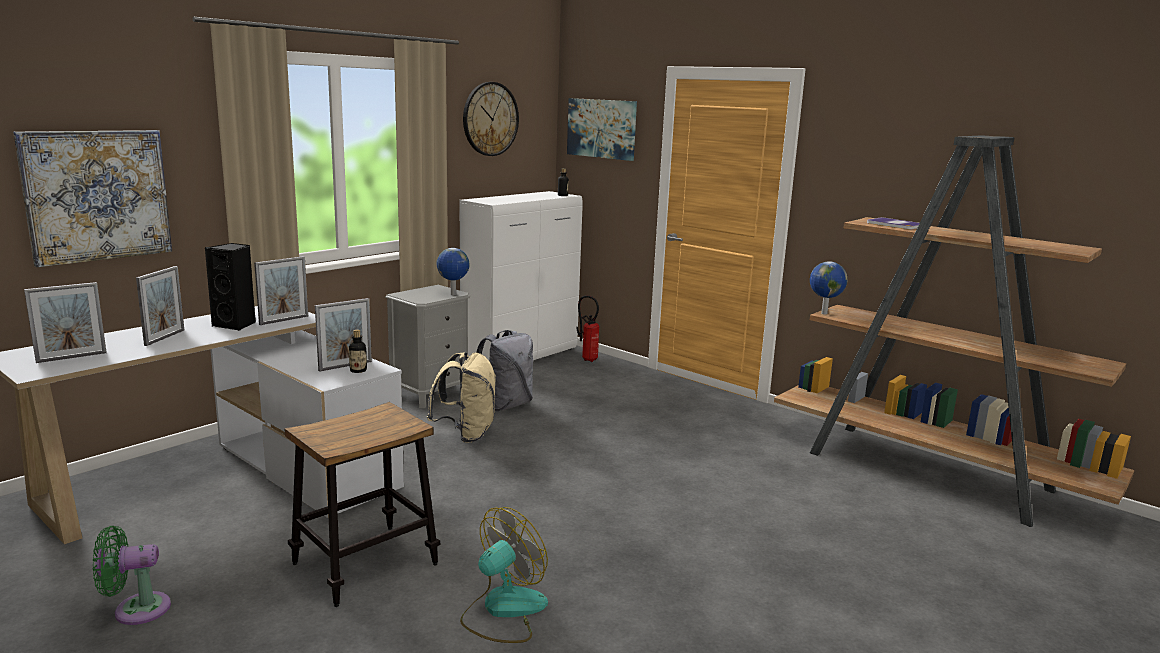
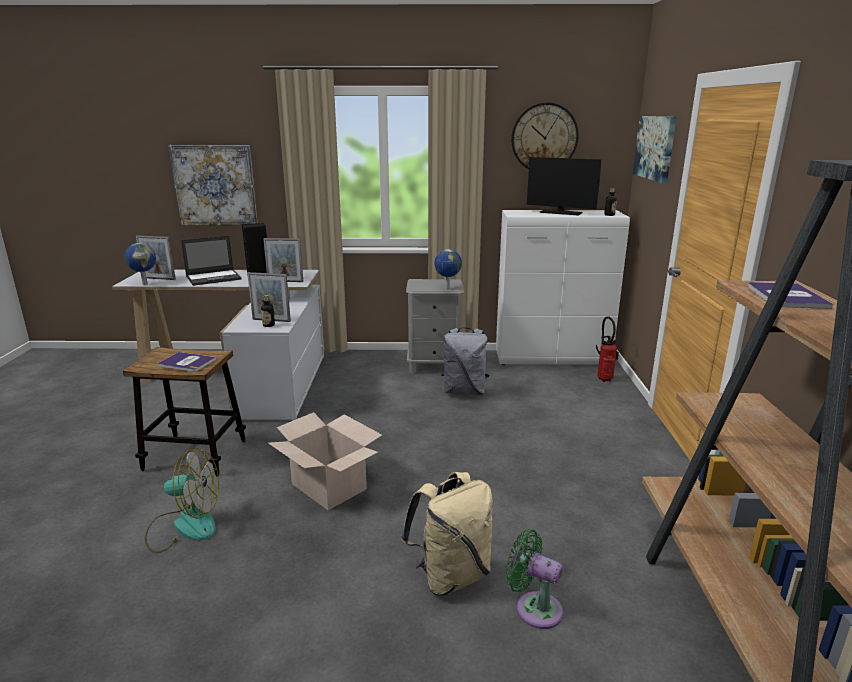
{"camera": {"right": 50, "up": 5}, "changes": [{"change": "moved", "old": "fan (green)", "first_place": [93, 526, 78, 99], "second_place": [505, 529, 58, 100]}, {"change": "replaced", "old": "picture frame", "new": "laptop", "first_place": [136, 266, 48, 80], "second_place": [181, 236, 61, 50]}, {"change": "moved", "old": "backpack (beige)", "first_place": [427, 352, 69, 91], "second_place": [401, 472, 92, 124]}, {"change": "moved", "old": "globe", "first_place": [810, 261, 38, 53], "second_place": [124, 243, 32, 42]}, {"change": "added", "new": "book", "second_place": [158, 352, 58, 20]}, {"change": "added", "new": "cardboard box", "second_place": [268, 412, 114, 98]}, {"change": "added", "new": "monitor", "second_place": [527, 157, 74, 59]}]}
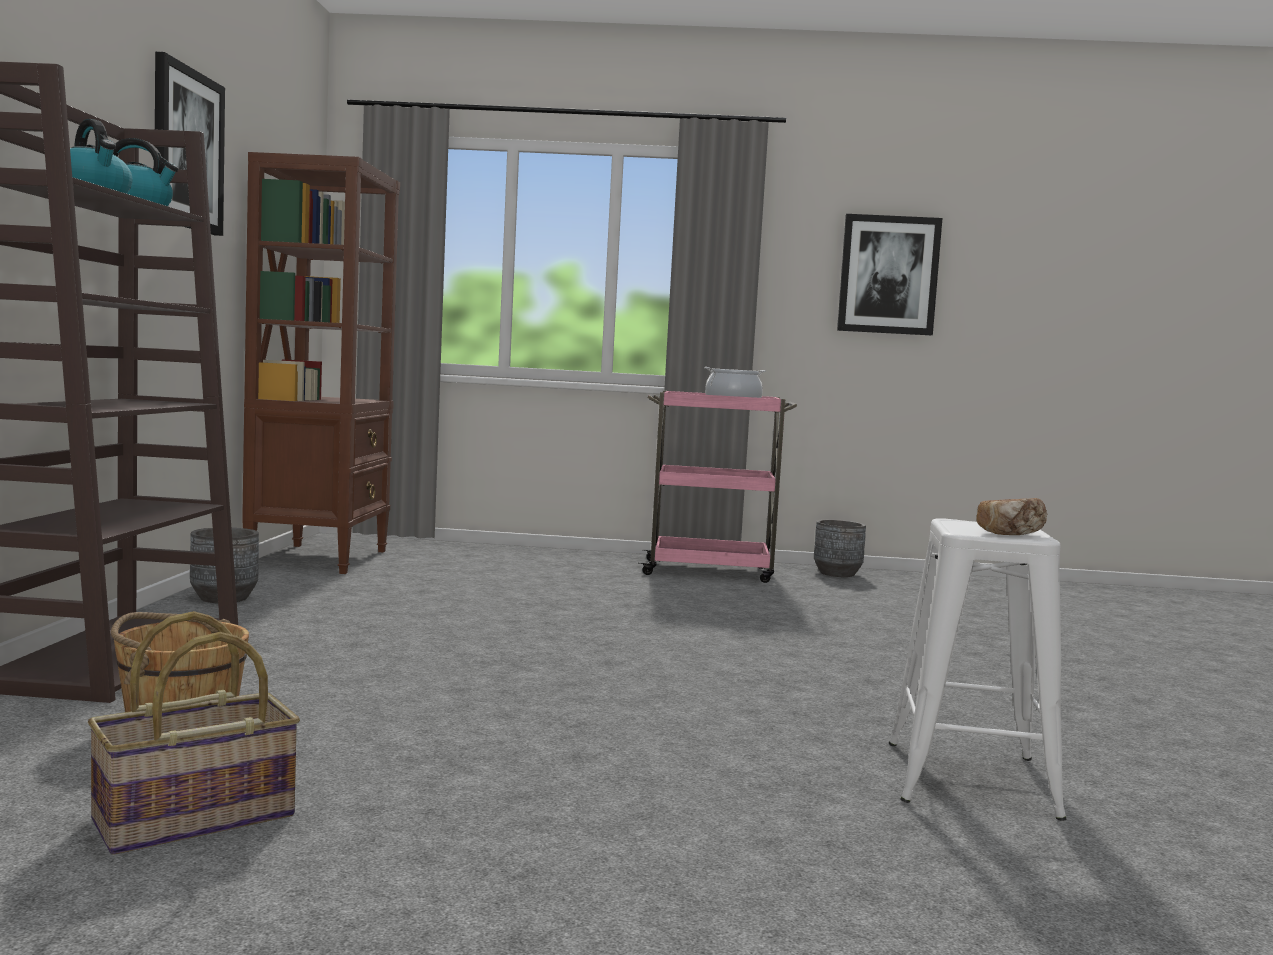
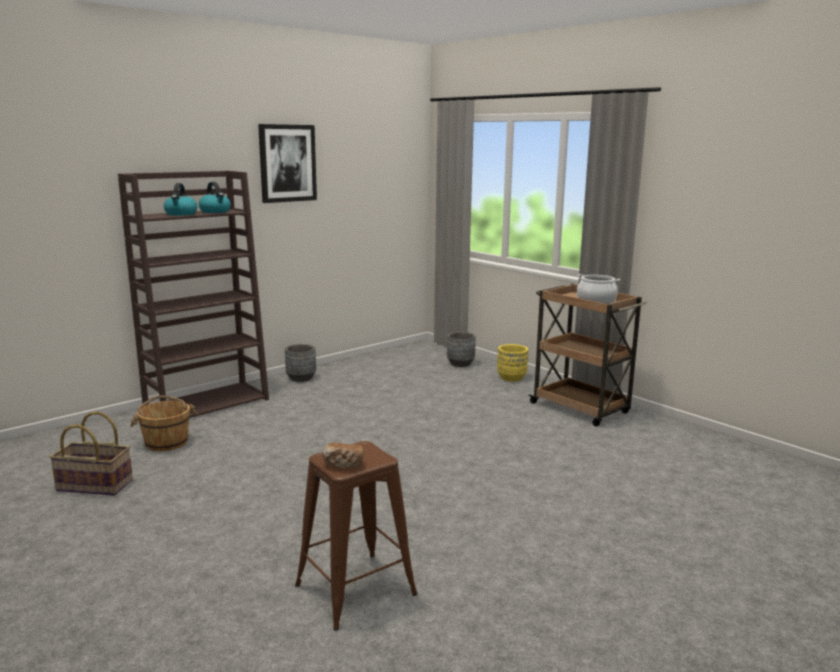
{"camera": {"right": 45, "up": 10}, "changes": [{"change": "removed", "old": "bookcase (brown)", "first_place": [242, 152, 158, 422]}, {"change": "recoloured", "old": "cart (pink)", "new": "cart (brown)", "first_place": [638, 391, 159, 192], "second_place": [529, 284, 118, 142]}, {"change": "moved", "old": "planter (grey)", "first_place": [814, 519, 52, 58], "second_place": [447, 332, 29, 35]}, {"change": "removed", "old": "picture", "first_place": [837, 214, 105, 121]}, {"change": "recoloured", "old": "stool (white)", "new": "stool (brown)", "first_place": [889, 518, 177, 303], "second_place": [295, 441, 123, 190]}, {"change": "added", "new": "planter (yellow)", "second_place": [497, 344, 31, 38]}]}
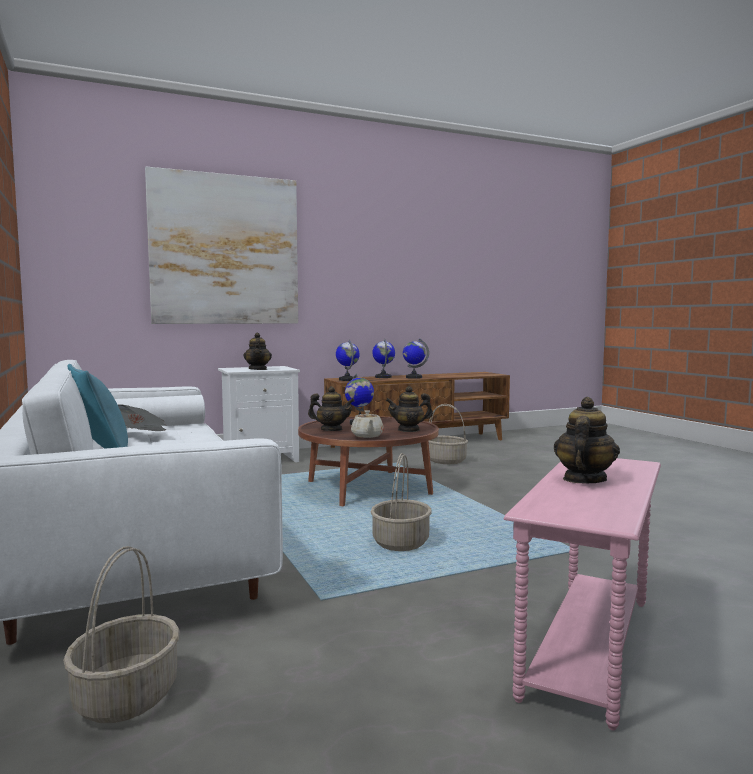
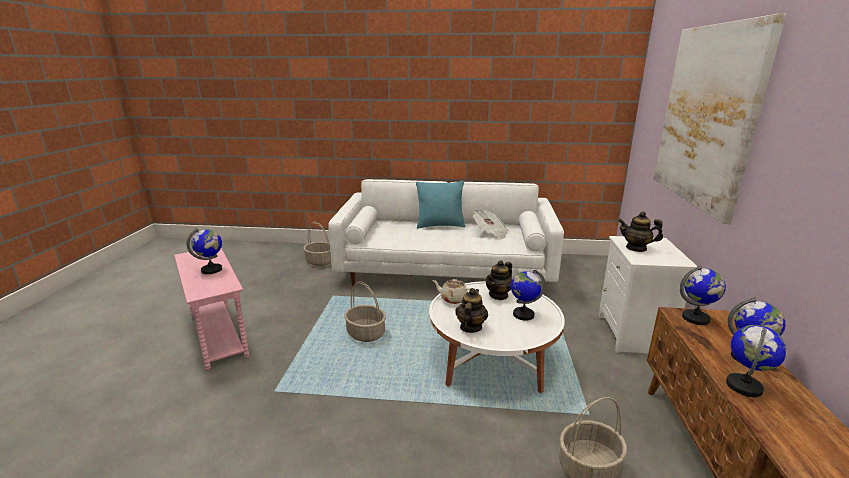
{"camera": {"right": 120, "up": 15}, "changes": [{"change": "recoloured", "old": "coffee table (brown)", "new": "coffee table (white)", "first_place": [298, 416, 141, 90], "second_place": [429, 281, 136, 112]}, {"change": "replaced", "old": "teapot", "new": "globe", "first_place": [554, 397, 66, 86], "second_place": [186, 228, 36, 46]}]}
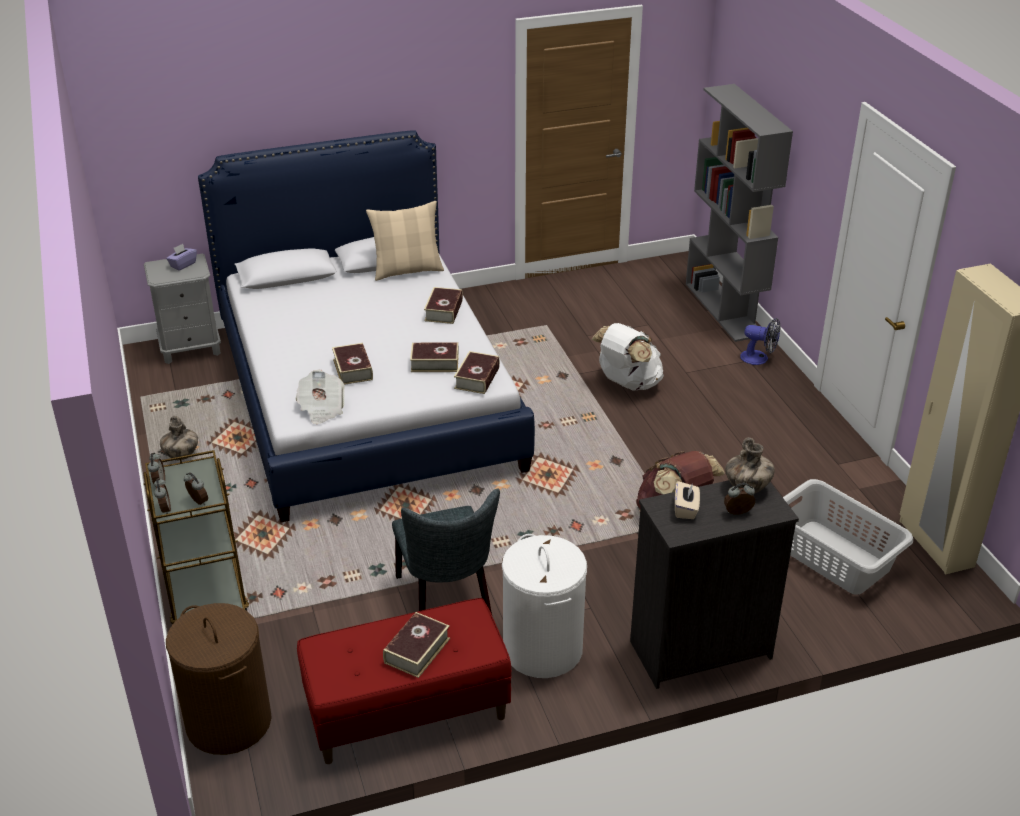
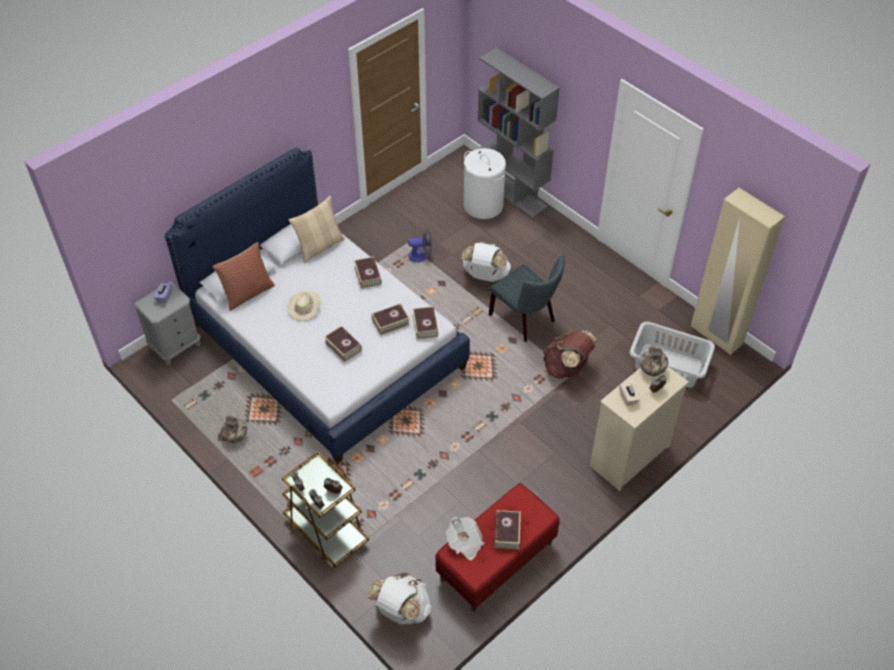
{"camera": {"right": -25, "up": 15}, "changes": [{"change": "replaced", "old": "laundry basket (brown)", "new": "backpack (white)", "first_place": [166, 603, 106, 152], "second_place": [367, 573, 65, 51]}, {"change": "moved", "old": "newspaper", "first_place": [296, 370, 49, 54], "second_place": [446, 517, 38, 43]}, {"change": "moved", "old": "chair (grey)", "first_place": [392, 488, 108, 126], "second_place": [489, 254, 76, 88]}, {"change": "moved", "old": "laundry basket (white)", "first_place": [502, 534, 85, 144], "second_place": [464, 148, 42, 71]}, {"change": "recoloured", "old": "dresser (black)", "new": "dresser (beige)", "first_place": [630, 480, 169, 209], "second_place": [590, 367, 99, 124]}, {"change": "moved", "old": "fan", "first_place": [740, 318, 40, 47], "second_place": [408, 229, 24, 34]}, {"change": "added", "new": "pillow", "second_place": [213, 242, 62, 69]}, {"change": "added", "new": "hat (beige)", "second_place": [287, 291, 34, 30]}]}
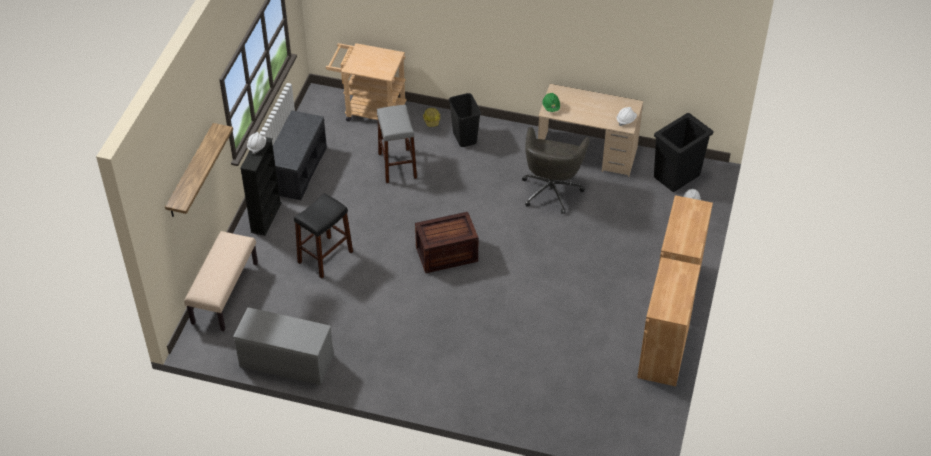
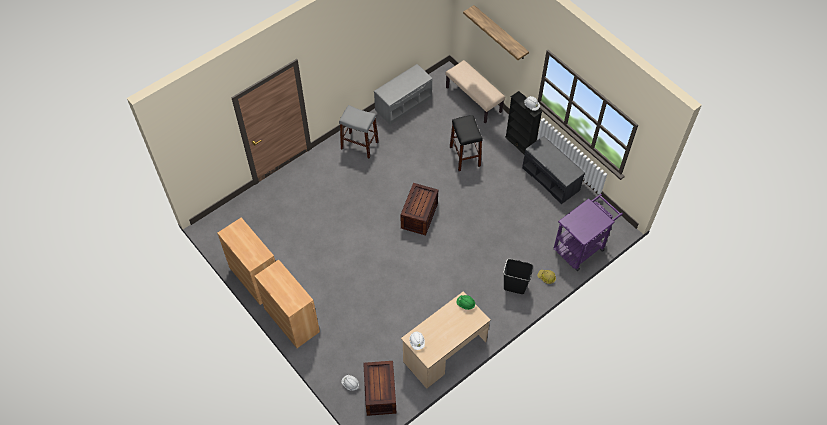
{"camera": {"right": 125, "up": 10}, "changes": [{"change": "recoloured", "old": "cart (beige)", "new": "cart (purple)", "first_place": [325, 43, 82, 79], "second_place": [553, 194, 70, 77]}, {"change": "moved", "old": "stool (grey)", "first_place": [377, 105, 40, 78], "second_place": [339, 105, 40, 54]}, {"change": "removed", "old": "office chair (grey)", "first_place": [522, 127, 68, 87]}, {"change": "replaced", "old": "trash can (black)", "new": "crate", "first_place": [654, 113, 59, 80], "second_place": [363, 361, 33, 55]}]}
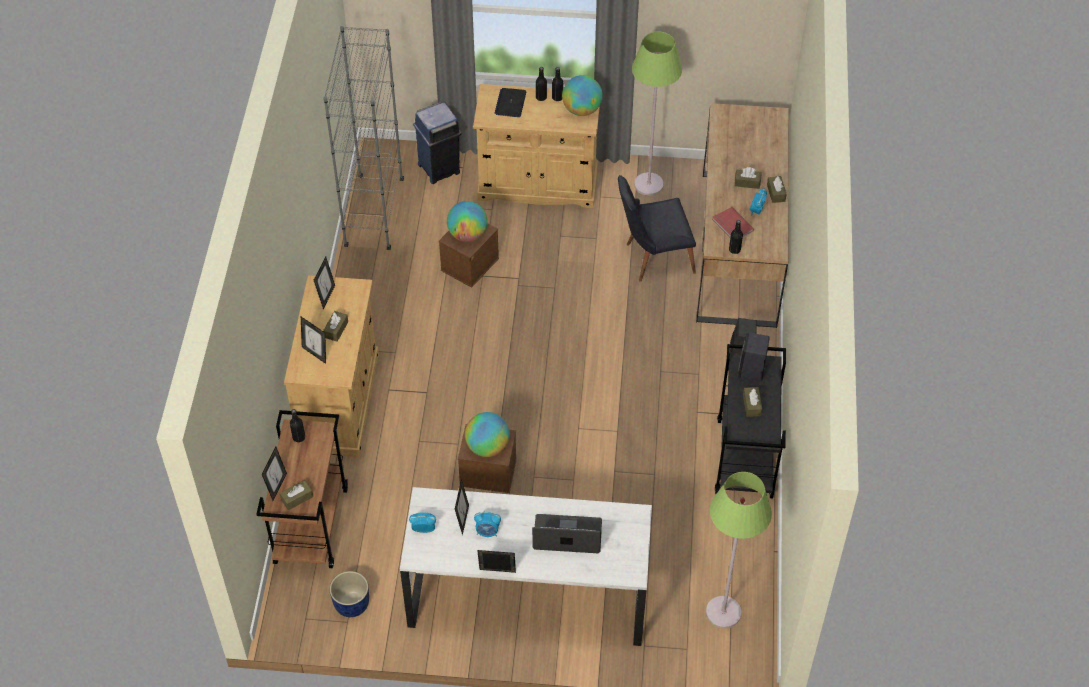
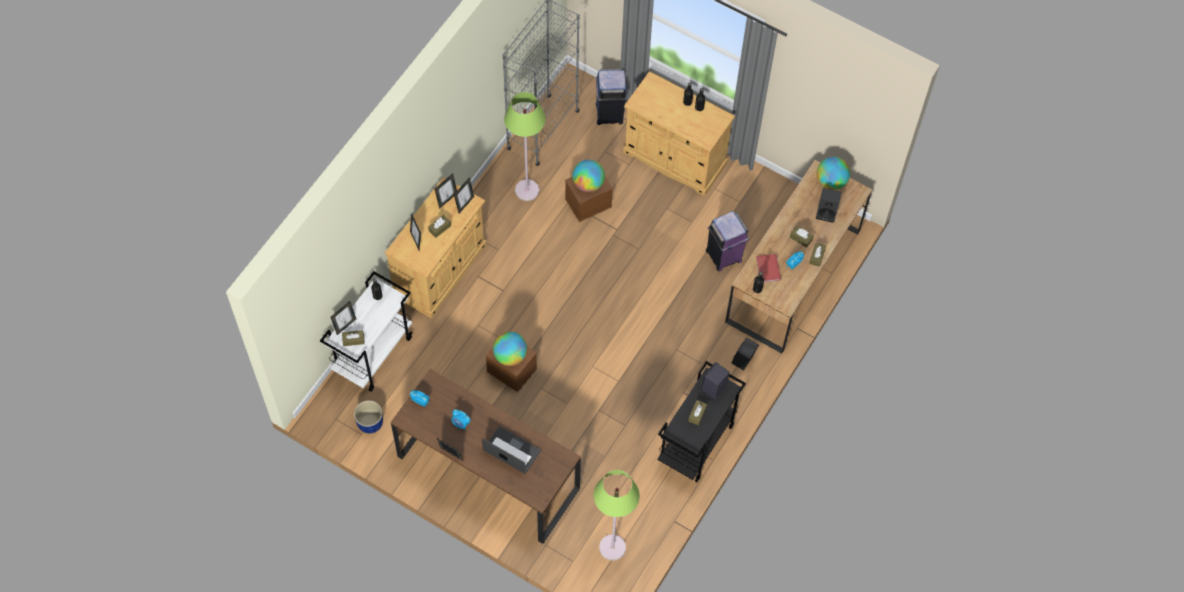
{"camera": {"right": 25, "up": 10}, "changes": [{"change": "recoloured", "old": "cart (brown)", "new": "cart (white)", "first_place": [256, 410, 92, 158], "second_place": [320, 271, 93, 121]}, {"change": "recoloured", "old": "desk (white)", "new": "desk (brown)", "first_place": [400, 487, 252, 159], "second_place": [391, 368, 190, 176]}, {"change": "moved", "old": "picture frame", "first_place": [455, 479, 14, 57], "second_place": [454, 177, 20, 36]}, {"change": "removed", "old": "laptop", "first_place": [495, 88, 31, 29]}, {"change": "moved", "old": "globe", "first_place": [562, 75, 41, 41], "second_place": [817, 157, 33, 33]}, {"change": "replaced", "old": "chair (black)", "new": "trash can (purple)", "first_place": [618, 175, 78, 107], "second_place": [706, 211, 43, 61]}, {"change": "moved", "old": "floor lamp (green)", "first_place": [632, 31, 50, 165], "second_place": [504, 92, 42, 109]}, {"change": "added", "new": "speaker (black)", "second_place": [816, 188, 25, 35]}]}
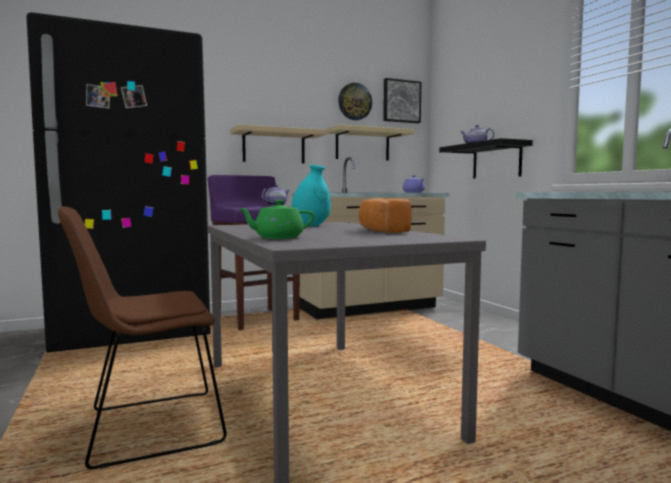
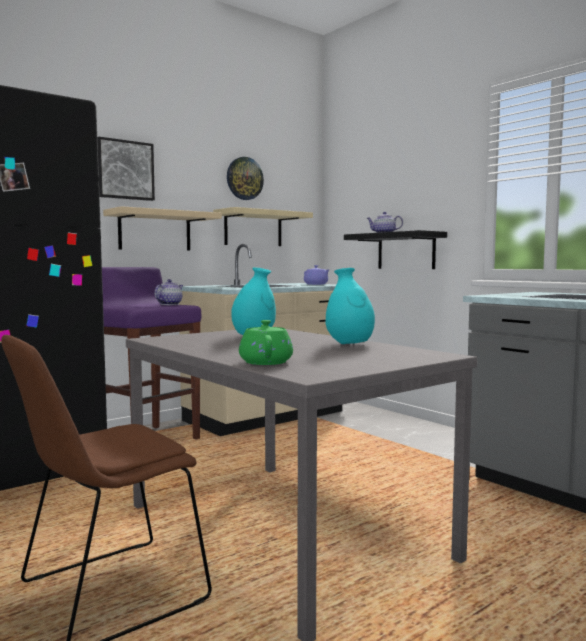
{"camera": {"right": -15, "up": 0}, "changes": [{"change": "turned", "old": "teapot (green)", "first_place": [237, 200, 77, 39], "second_place": [239, 320, 54, 45], "degrees": 120}, {"change": "replaced", "old": "bread", "new": "vase (turquoise)", "first_place": [359, 198, 53, 35], "second_place": [325, 268, 50, 76]}, {"change": "moved", "old": "picture", "first_place": [383, 78, 38, 45], "second_place": [97, 137, 58, 64]}]}
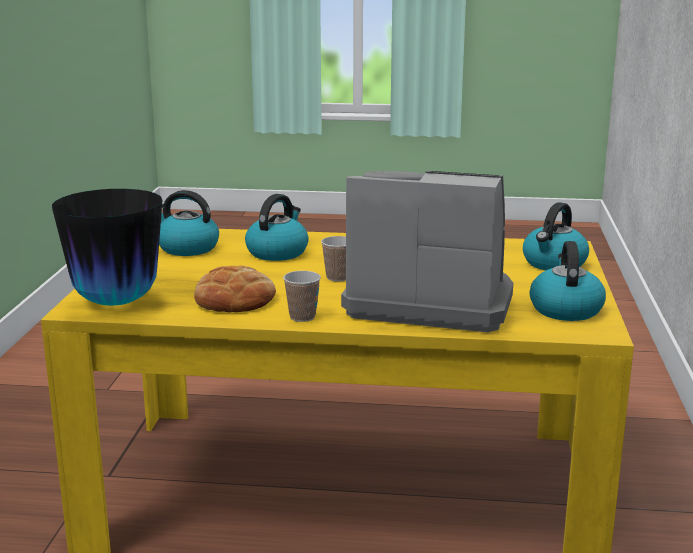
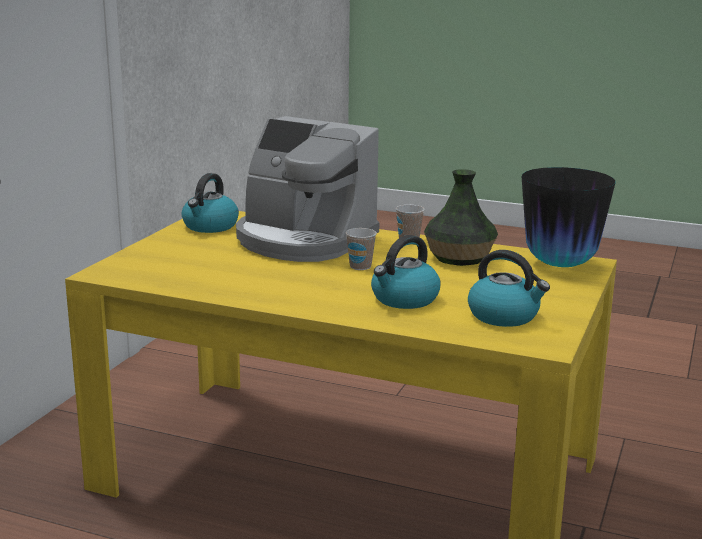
{"camera": {"right": -165, "up": 0}, "changes": [{"change": "replaced", "old": "bread", "new": "vase", "first_place": [194, 266, 82, 46], "second_place": [424, 169, 74, 97]}, {"change": "removed", "old": "kettle", "first_place": [523, 202, 66, 68]}]}
